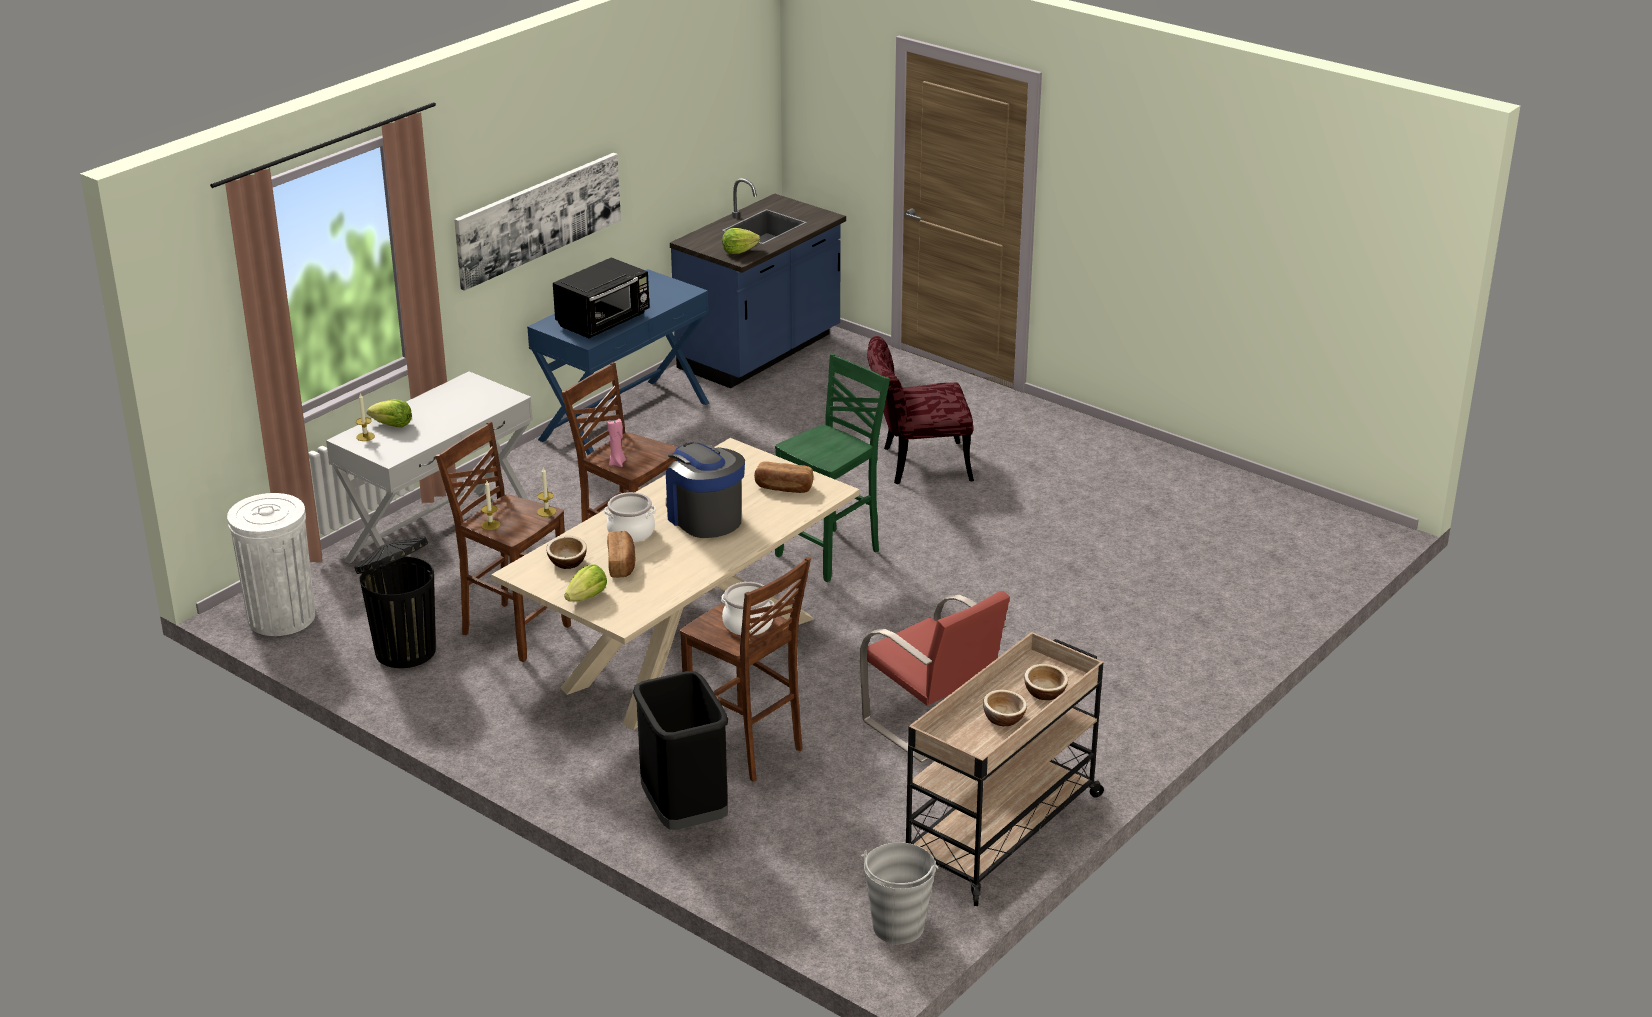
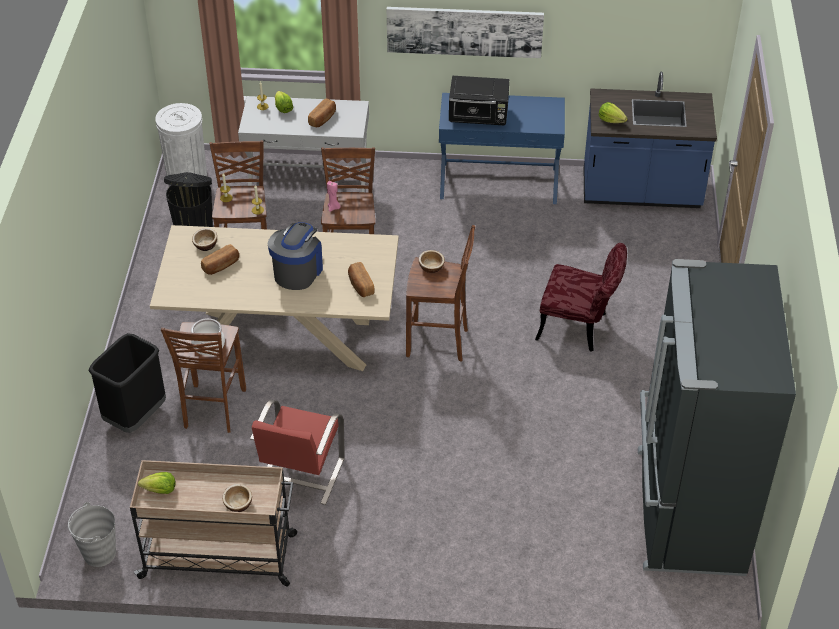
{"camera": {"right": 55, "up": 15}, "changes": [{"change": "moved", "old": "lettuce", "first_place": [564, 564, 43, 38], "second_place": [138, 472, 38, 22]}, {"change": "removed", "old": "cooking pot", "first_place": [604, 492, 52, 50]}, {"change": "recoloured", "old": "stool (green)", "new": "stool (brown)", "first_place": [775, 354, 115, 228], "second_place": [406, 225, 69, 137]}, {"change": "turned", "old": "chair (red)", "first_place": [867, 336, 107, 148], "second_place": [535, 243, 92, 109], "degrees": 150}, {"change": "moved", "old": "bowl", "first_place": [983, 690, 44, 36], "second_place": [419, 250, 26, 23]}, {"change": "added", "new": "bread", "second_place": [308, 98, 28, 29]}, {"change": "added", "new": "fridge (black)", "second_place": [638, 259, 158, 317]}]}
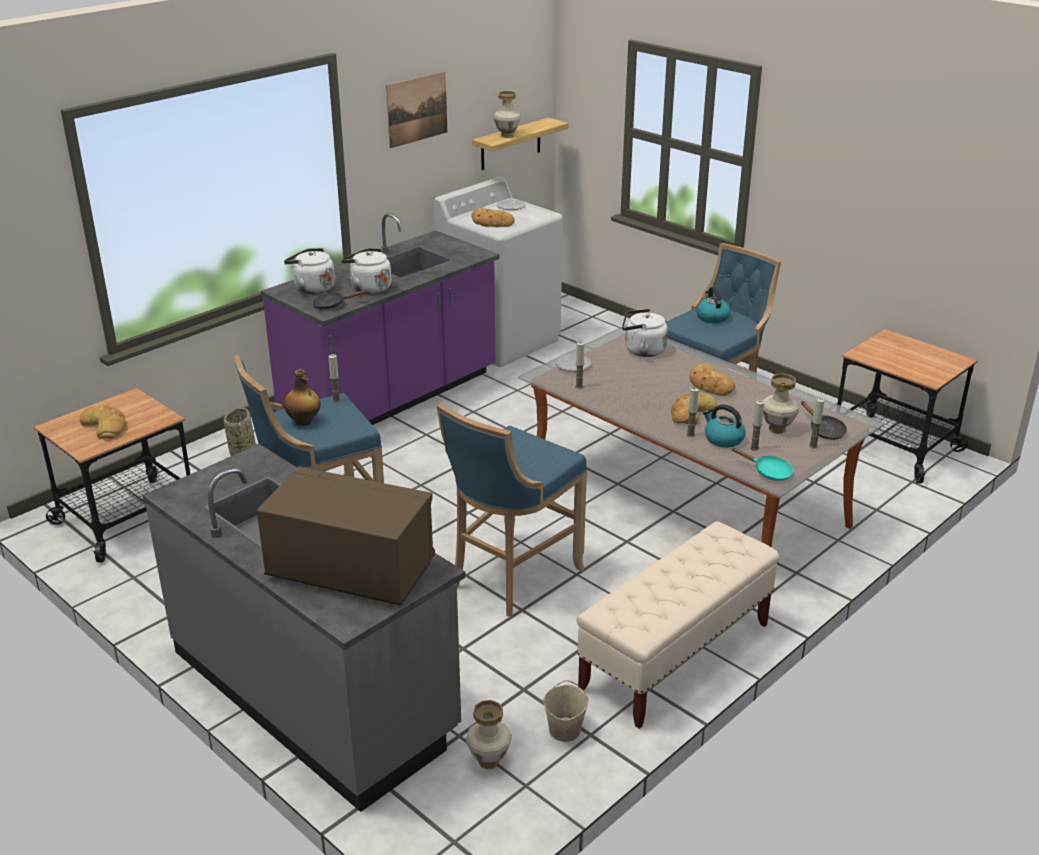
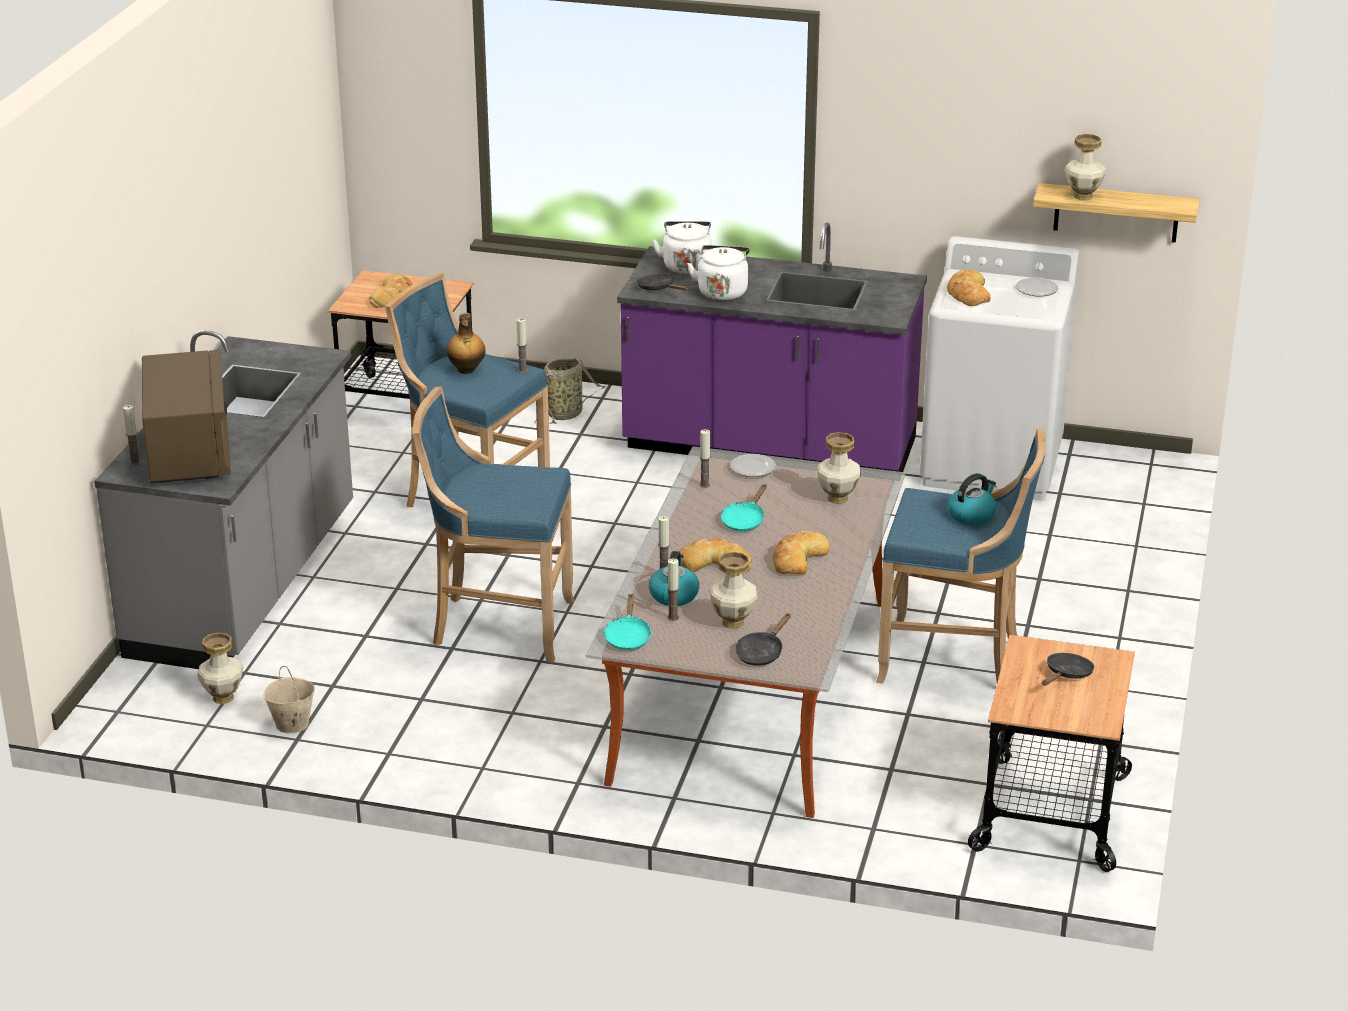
{"camera": {"right": 60, "up": 0}, "changes": [{"change": "removed", "old": "picture", "first_place": [386, 71, 61, 77]}, {"change": "removed", "old": "bench (beige)", "first_place": [577, 522, 202, 207]}, {"change": "replaced", "old": "kettle (white)", "new": "vase", "first_place": [622, 309, 46, 48], "second_place": [817, 432, 44, 72]}, {"change": "moved", "old": "candle", "first_place": [809, 398, 15, 50], "second_place": [123, 405, 18, 60]}, {"change": "added", "new": "frying pan (turquoise)", "second_place": [721, 484, 46, 47]}, {"change": "added", "new": "frying pan (black)", "second_place": [1042, 653, 52, 33]}]}
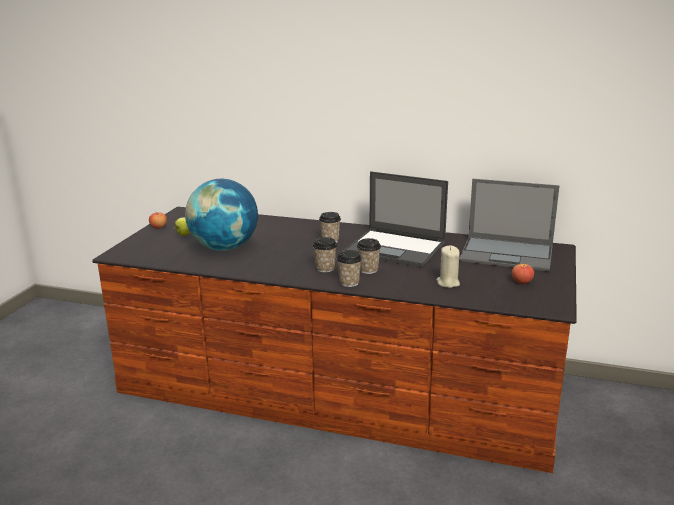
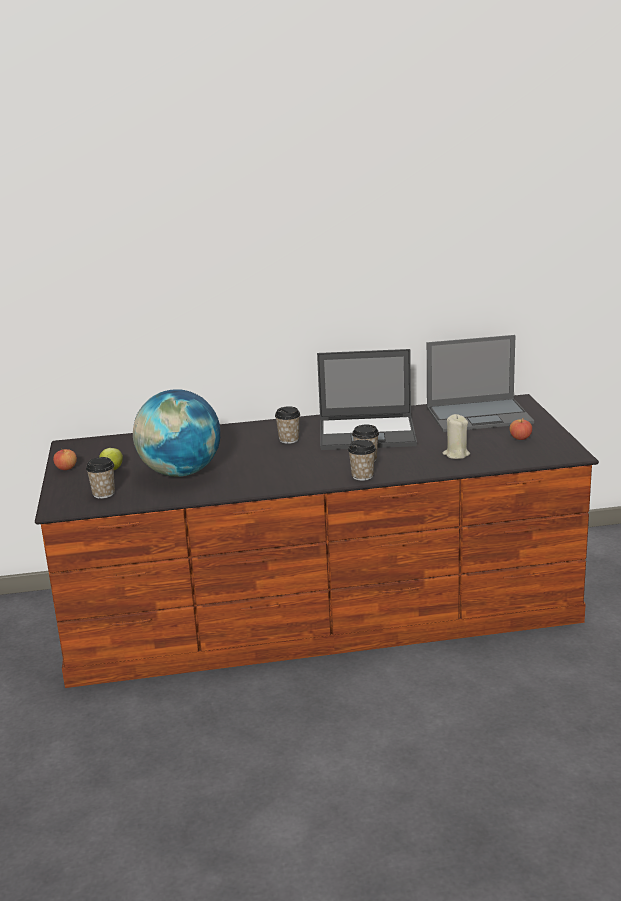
{"camera": {"right": -25, "up": 0}, "changes": [{"change": "moved", "old": "cup", "first_place": [313, 237, 24, 36], "second_place": [86, 457, 29, 42]}]}
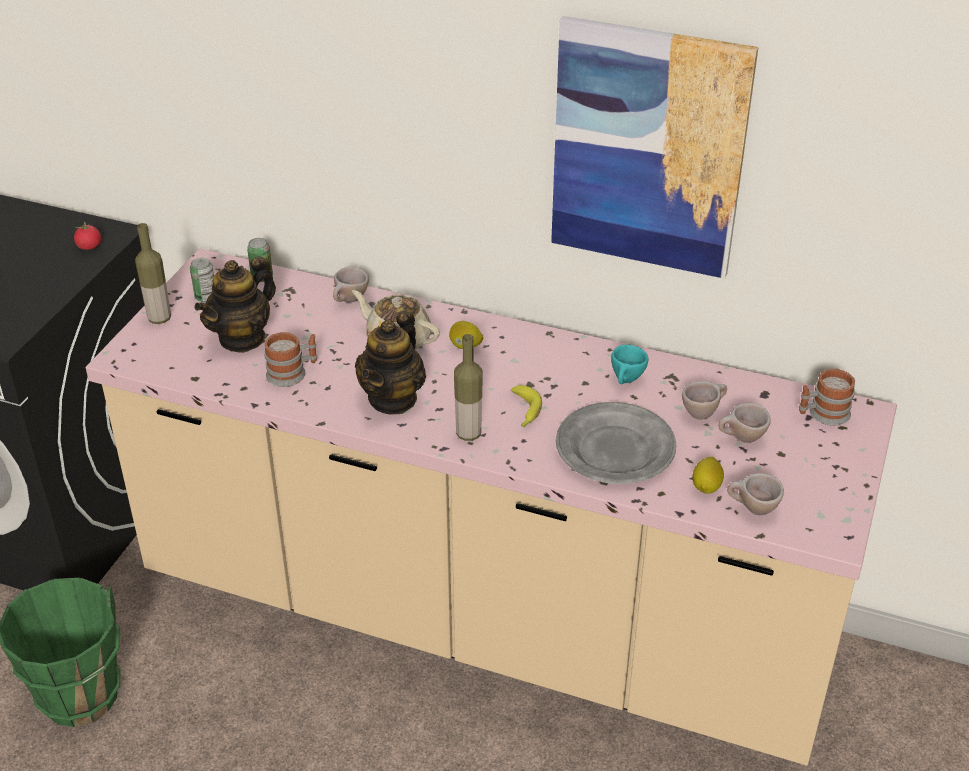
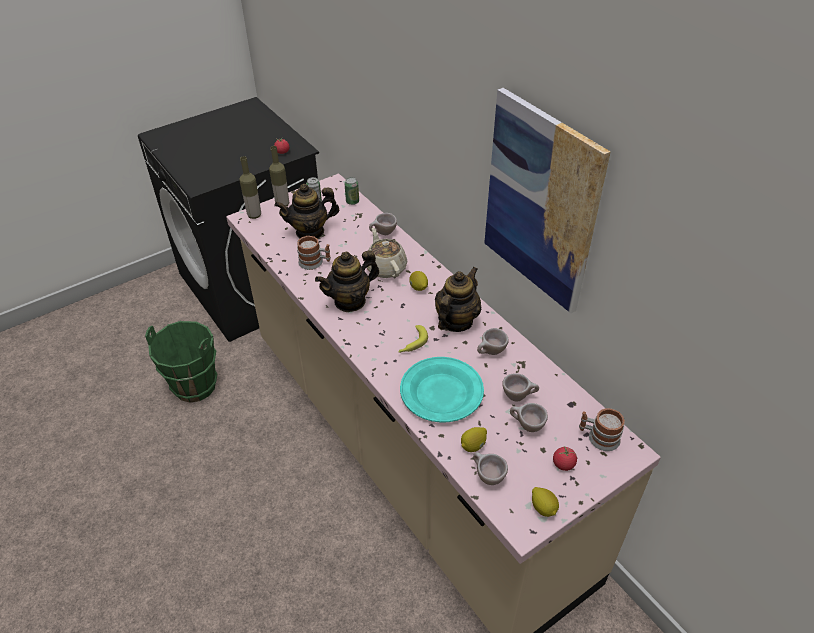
{"camera": {"right": 35, "up": 5}, "changes": [{"change": "moved", "old": "bottle", "first_place": [454, 334, 29, 107], "second_place": [239, 156, 22, 63]}, {"change": "recoloured", "old": "plate (grey)", "new": "plate (turquoise)", "first_place": [556, 402, 120, 82], "second_place": [400, 357, 84, 66]}, {"change": "recoloured", "old": "cup (turquoise)", "new": "cup (beige)", "first_place": [611, 345, 37, 39], "second_place": [477, 328, 32, 27]}, {"change": "added", "new": "teapot", "second_place": [435, 267, 47, 65]}, {"change": "added", "new": "lemon", "second_place": [532, 487, 27, 30]}, {"change": "added", "new": "tomato", "second_place": [553, 446, 24, 25]}]}
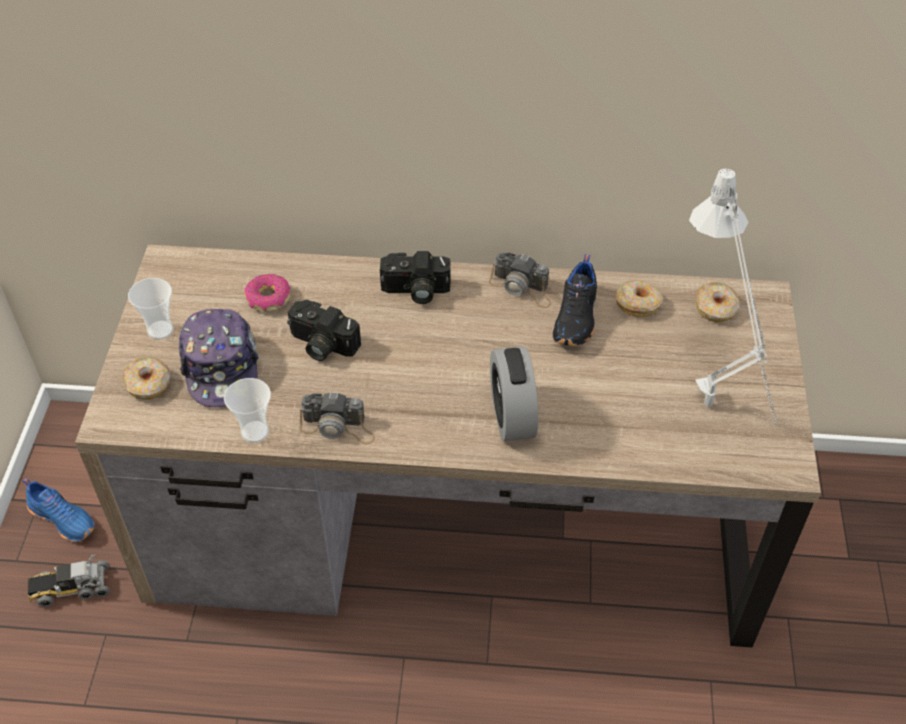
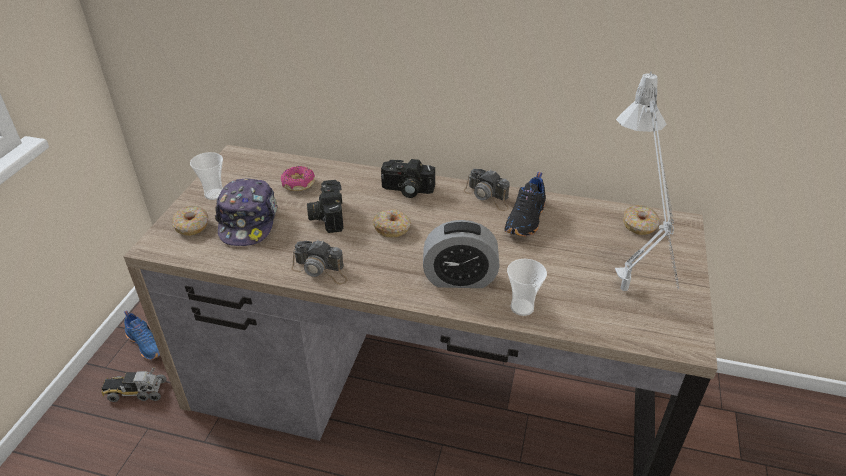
{"camera": {"right": 10, "up": -10}, "changes": [{"change": "moved", "old": "cup", "first_place": [224, 378, 47, 65], "second_place": [507, 259, 40, 57]}, {"change": "turned", "old": "photo camera", "first_place": [287, 300, 74, 61], "second_place": [307, 180, 37, 53], "degrees": 45}, {"change": "turned", "old": "alarm clock", "first_place": [490, 346, 48, 95], "second_place": [423, 220, 77, 68], "degrees": -90}, {"change": "moved", "old": "donut", "first_place": [616, 280, 48, 37], "second_place": [373, 210, 38, 27]}]}
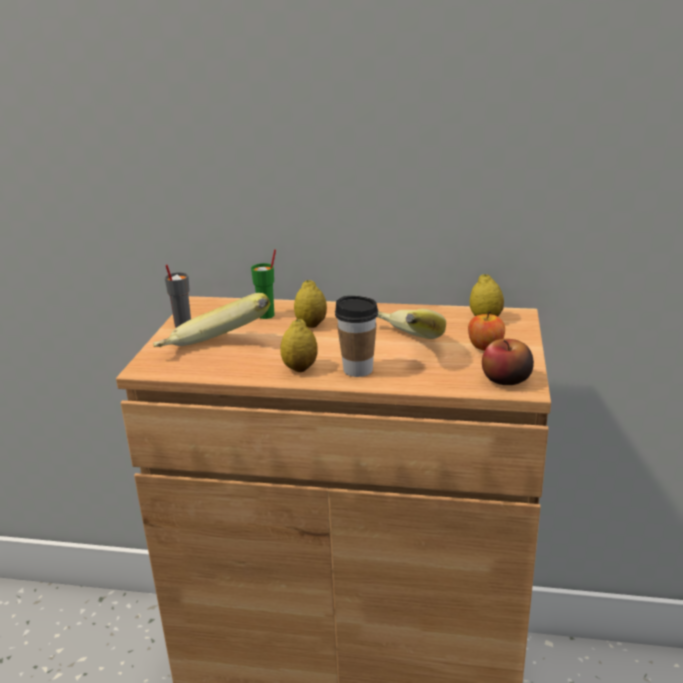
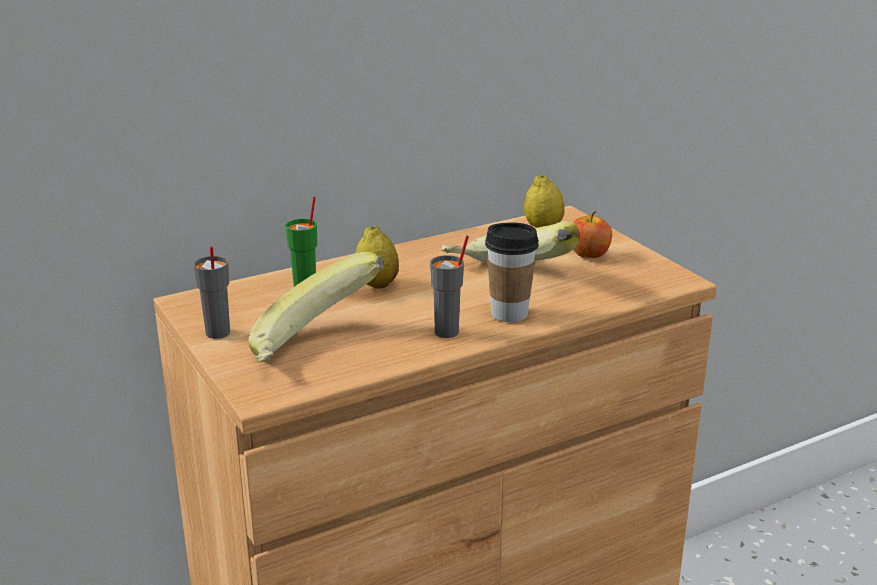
{"camera": {"right": -40, "up": 0}, "changes": [{"change": "replaced", "old": "lemon", "new": "cup (grey)", "first_place": [280, 319, 38, 53], "second_place": [430, 235, 39, 103]}, {"change": "removed", "old": "apple", "first_place": [482, 339, 52, 46]}]}
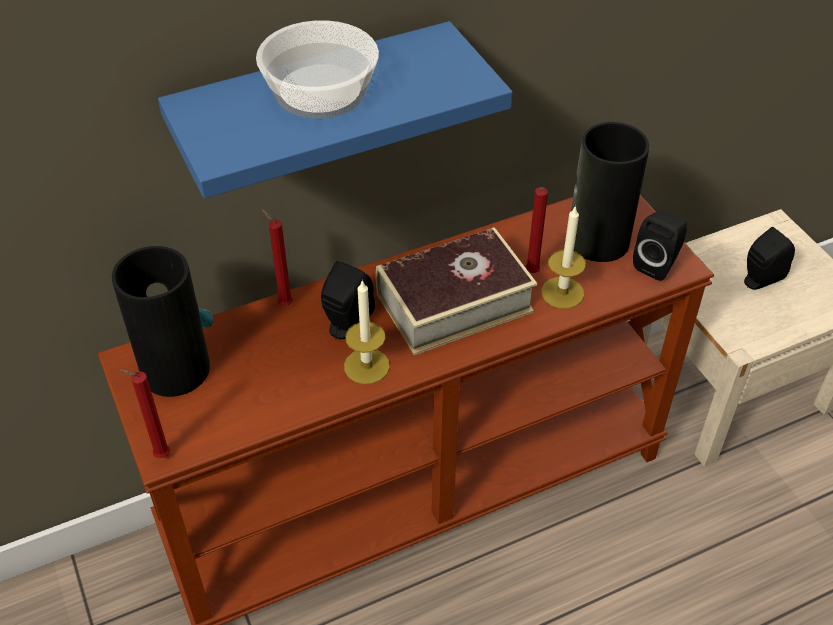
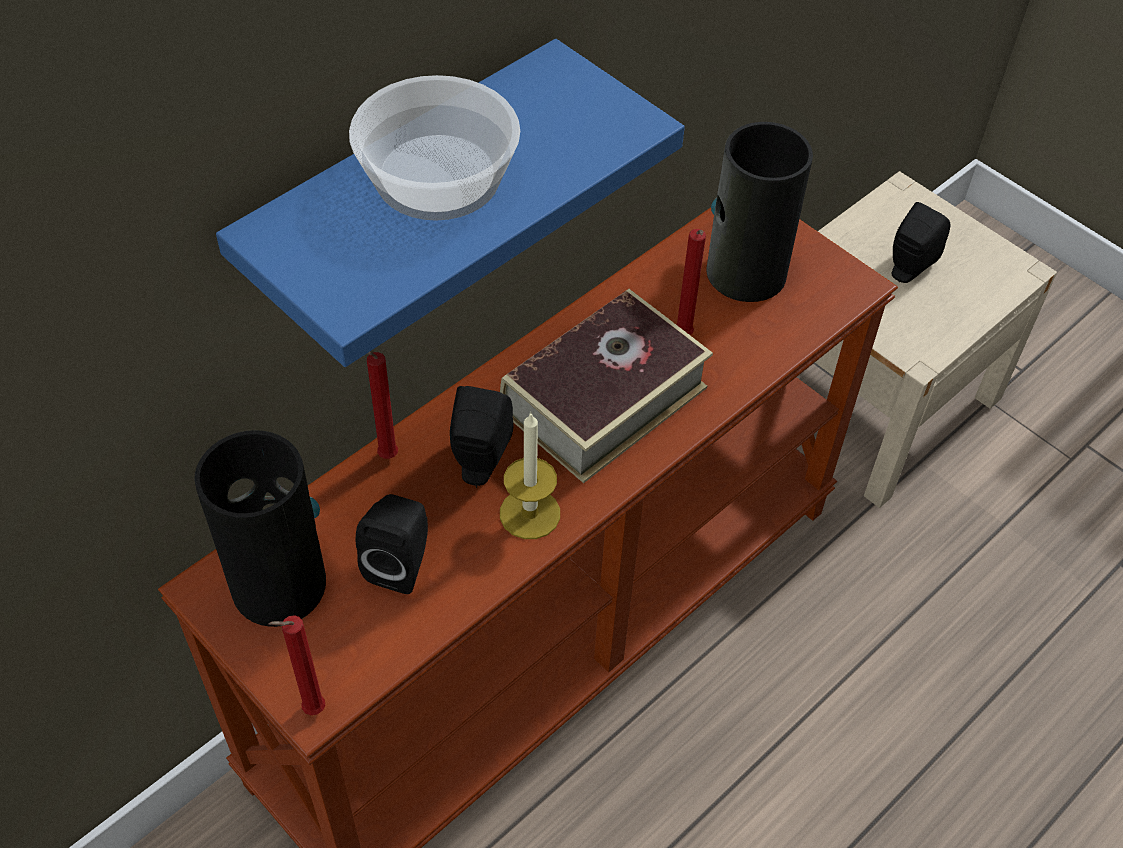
{"camera": {"right": -20, "up": 5}, "changes": [{"change": "removed", "old": "candle", "first_place": [541, 205, 45, 104]}, {"change": "moved", "old": "speaker (black)", "first_place": [633, 211, 54, 70], "second_place": [356, 494, 72, 100]}]}
